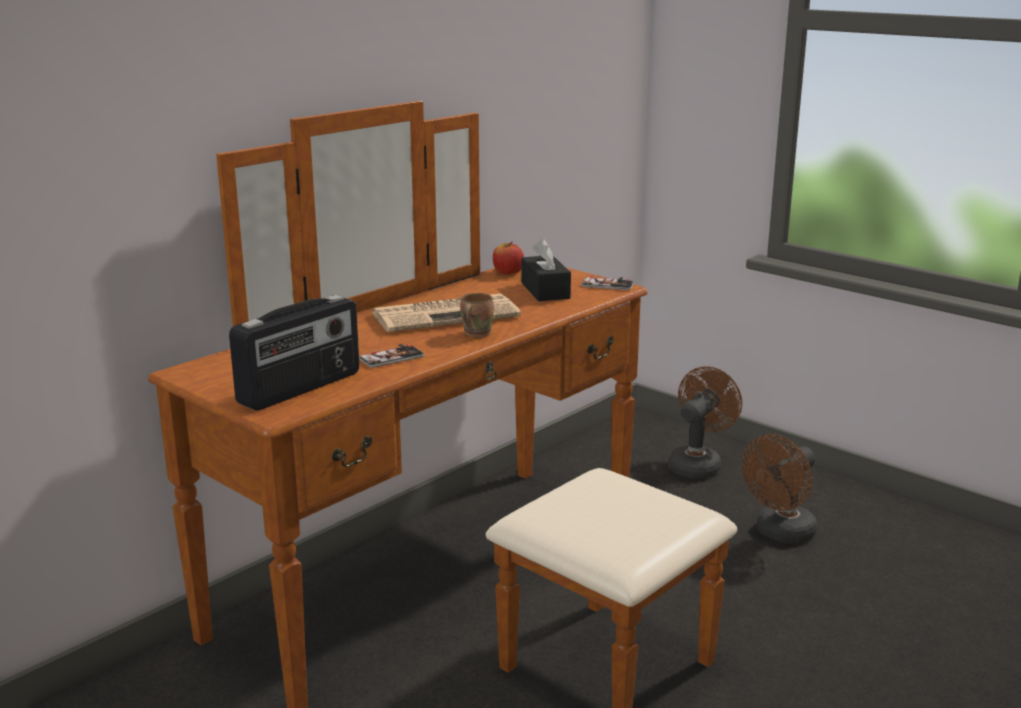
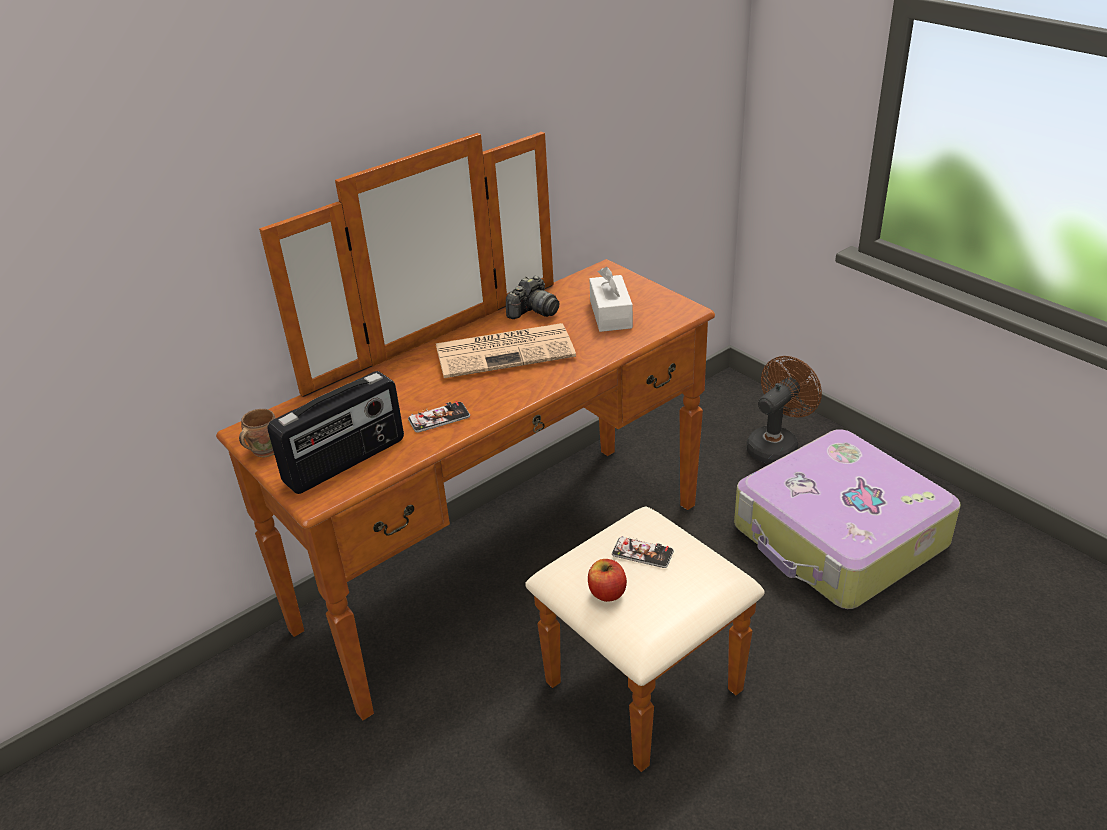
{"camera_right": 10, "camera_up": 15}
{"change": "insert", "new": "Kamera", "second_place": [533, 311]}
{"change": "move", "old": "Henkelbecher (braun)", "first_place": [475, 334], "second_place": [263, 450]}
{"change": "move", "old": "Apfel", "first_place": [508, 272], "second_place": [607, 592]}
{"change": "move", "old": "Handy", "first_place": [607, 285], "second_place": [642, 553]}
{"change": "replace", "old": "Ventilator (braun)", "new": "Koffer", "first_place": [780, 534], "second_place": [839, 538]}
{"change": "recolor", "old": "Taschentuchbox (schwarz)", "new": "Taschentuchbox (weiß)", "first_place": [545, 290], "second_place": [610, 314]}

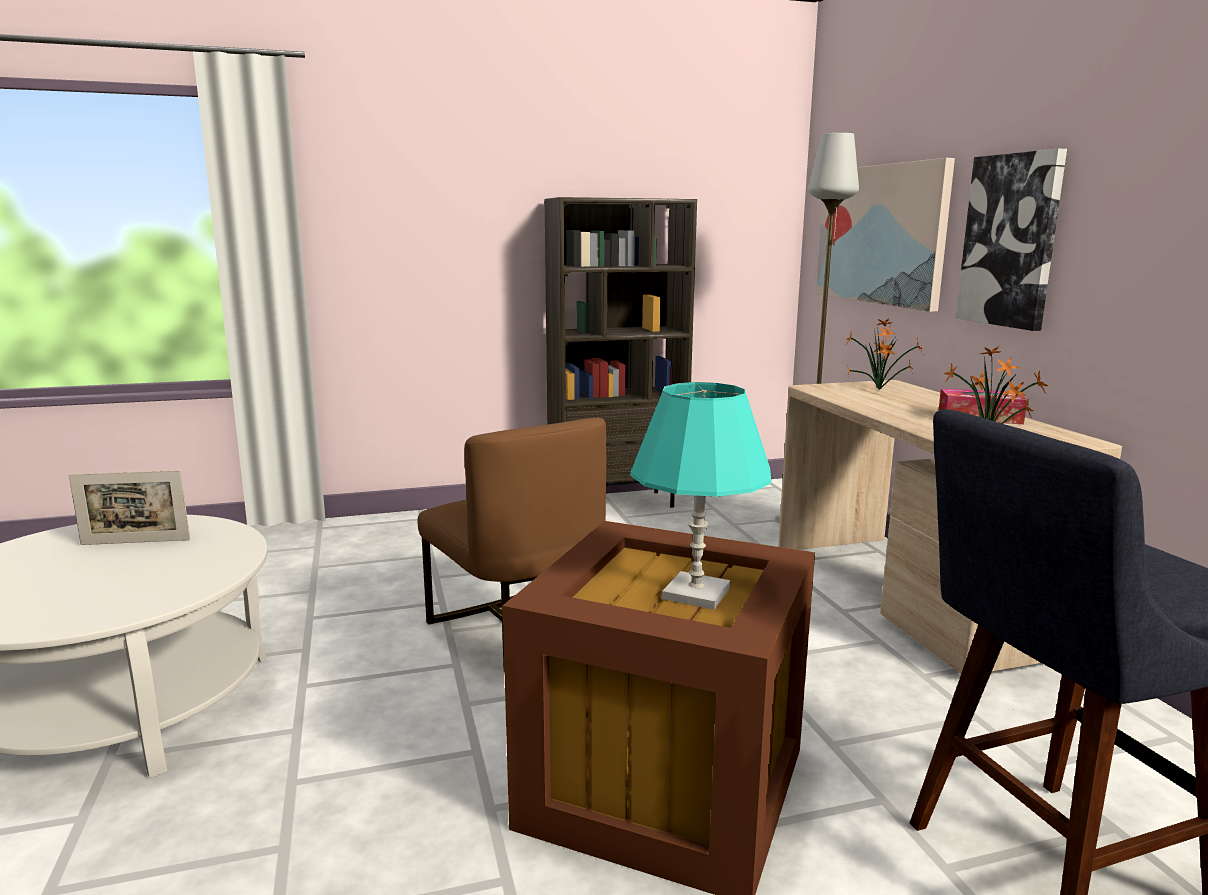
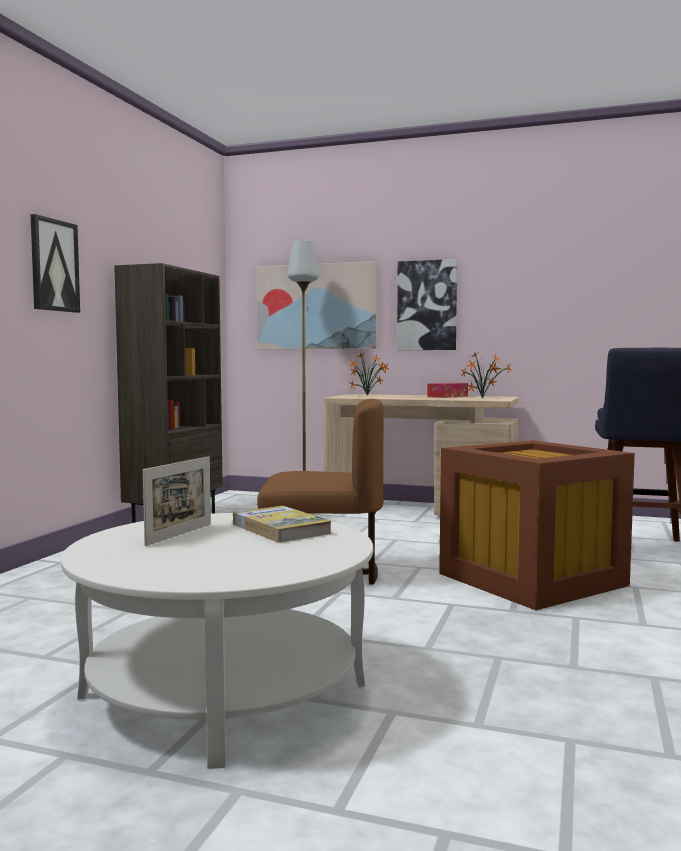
{"camera_right": -55, "camera_up": -10}
{"change": "delete", "old": "Tischlampe (türkis)", "first_place": [696, 593]}
{"change": "insert", "new": "Bild", "second_place": [54, 265]}
{"change": "insert", "new": "Buch", "second_place": [280, 528]}

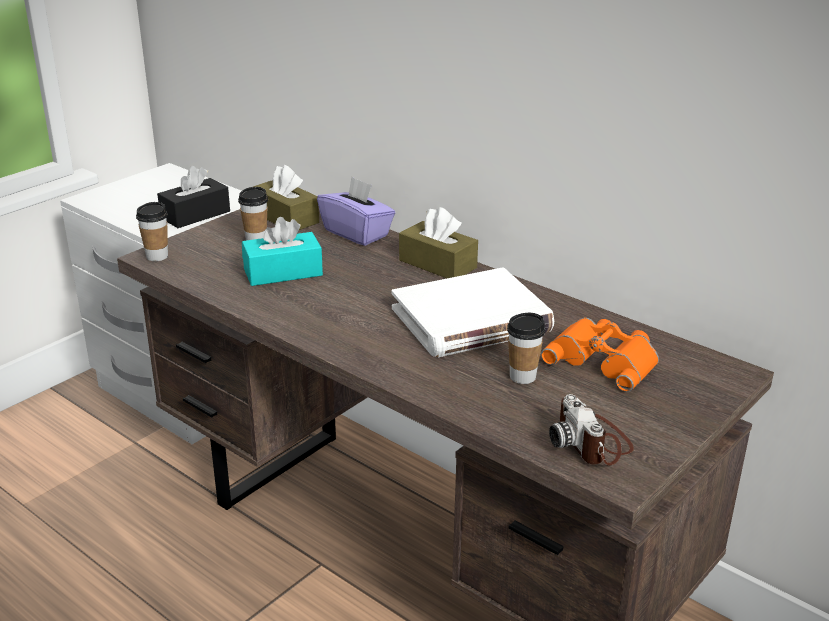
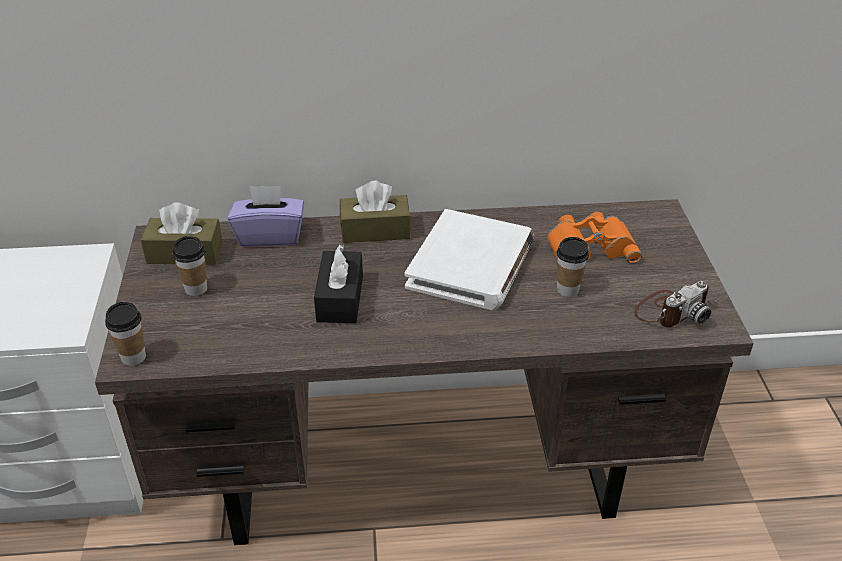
{"camera_right": -45, "camera_up": 10}
{"change": "delete", "old": "Taschentuchbox (türkis)", "first_place": [283, 272]}
{"change": "move", "old": "Taschentuchbox (schwarz)", "first_place": [195, 215], "second_place": [340, 298]}
{"change": "rotate", "old": "Kamera", "first_place": [592, 442], "second_place": [670, 311], "degrees": -60}

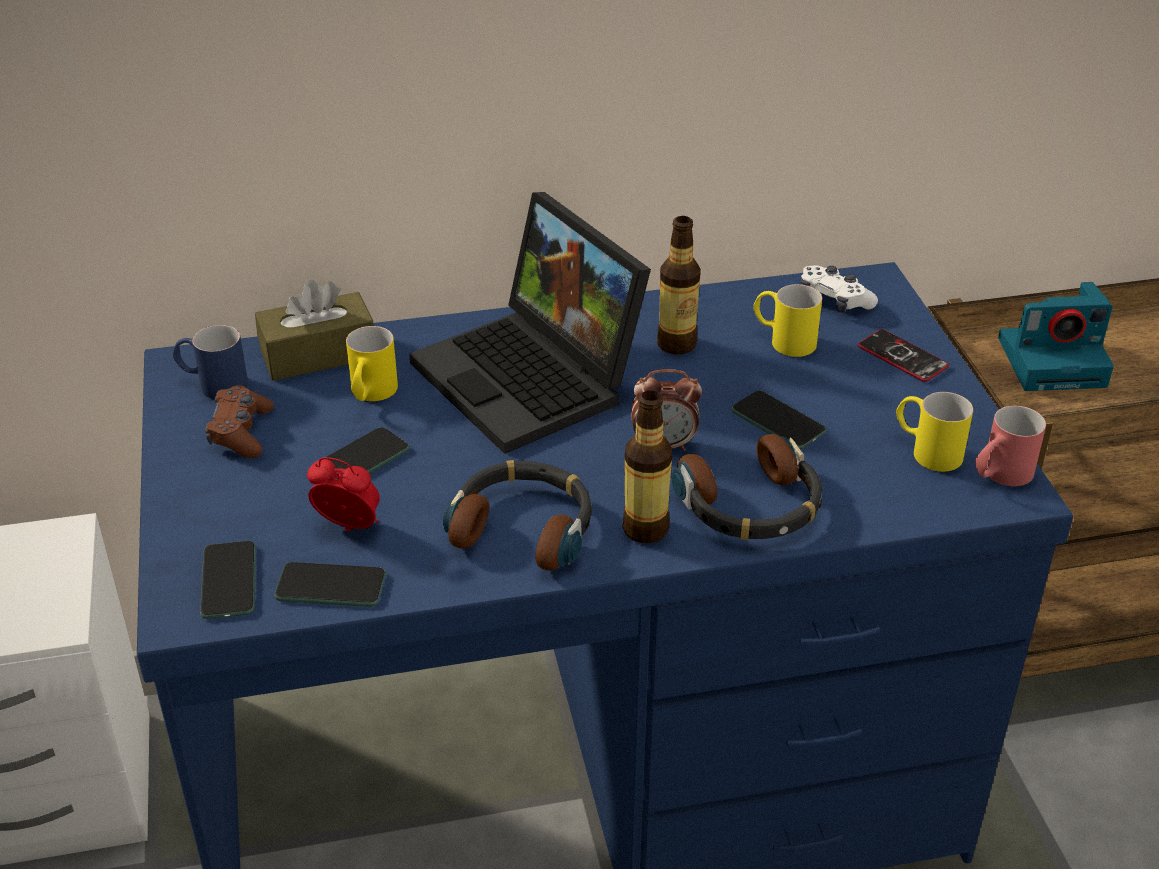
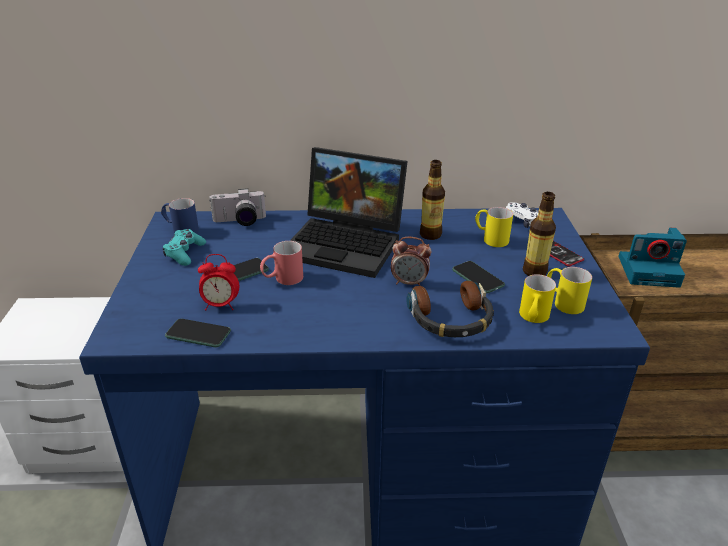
{"camera_right": 10, "camera_up": -5}
{"change": "delete", "old": "Handy", "first_place": [229, 581]}
{"change": "delete", "old": "Kopfhörer", "first_place": [524, 526]}
{"change": "move", "old": "Henkelbecher (gelb)", "first_place": [371, 395], "second_place": [533, 318]}
{"change": "move", "old": "Flasche", "first_place": [645, 529], "second_place": [534, 271]}
{"change": "move", "old": "Henkelbecher (rot)", "first_place": [999, 476], "second_place": [282, 279]}
{"change": "replace", "old": "Taschentuchbox (braun)", "new": "Kamera", "first_place": [318, 354], "second_place": [239, 222]}
{"change": "recolor", "old": "Gamepad (braun)", "new": "Gamepad (türkis)", "first_place": [241, 432], "second_place": [185, 253]}
{"change": "rotate", "old": "Wecker", "first_place": [349, 528], "second_place": [221, 305], "degrees": 150}
{"change": "rotate", "old": "Laptop", "first_place": [534, 378], "second_place": [348, 243], "degrees": -45}

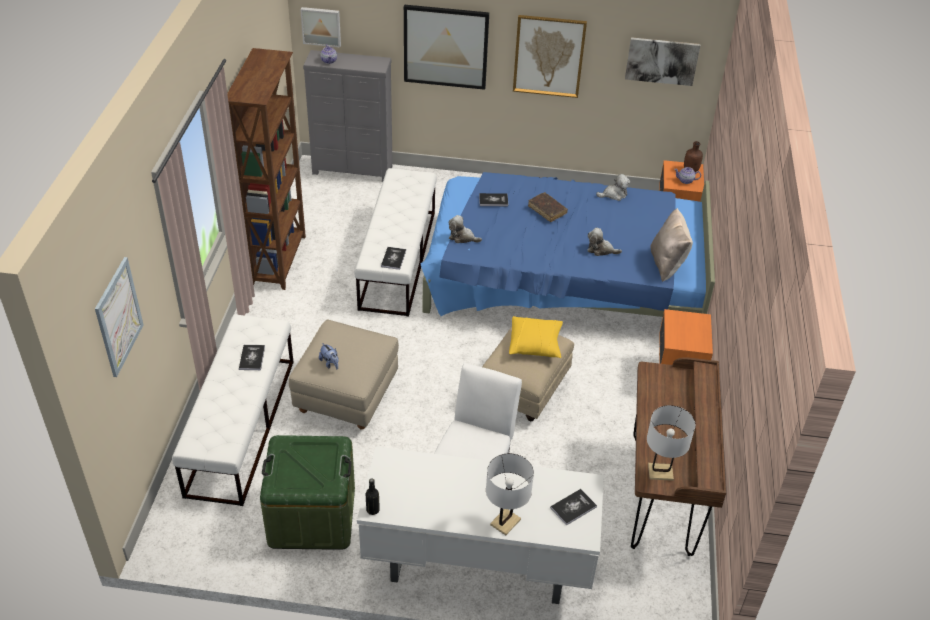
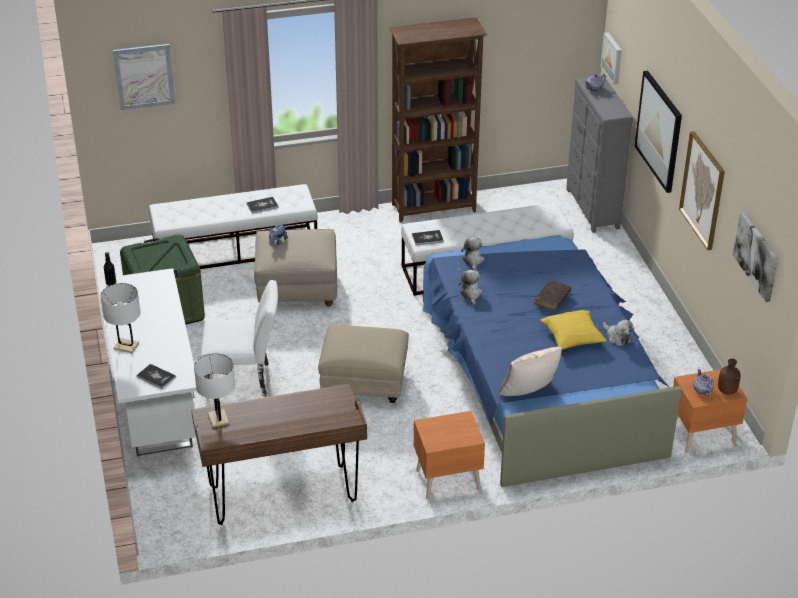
{"camera_right": 70, "camera_up": -5}
{"change": "delete", "old": "Buch", "first_place": [493, 200]}
{"change": "move", "old": "Kissen (gelb)", "first_place": [535, 344], "second_place": [572, 337]}
{"change": "move", "old": "Plüschtier", "first_place": [601, 250], "second_place": [471, 294]}

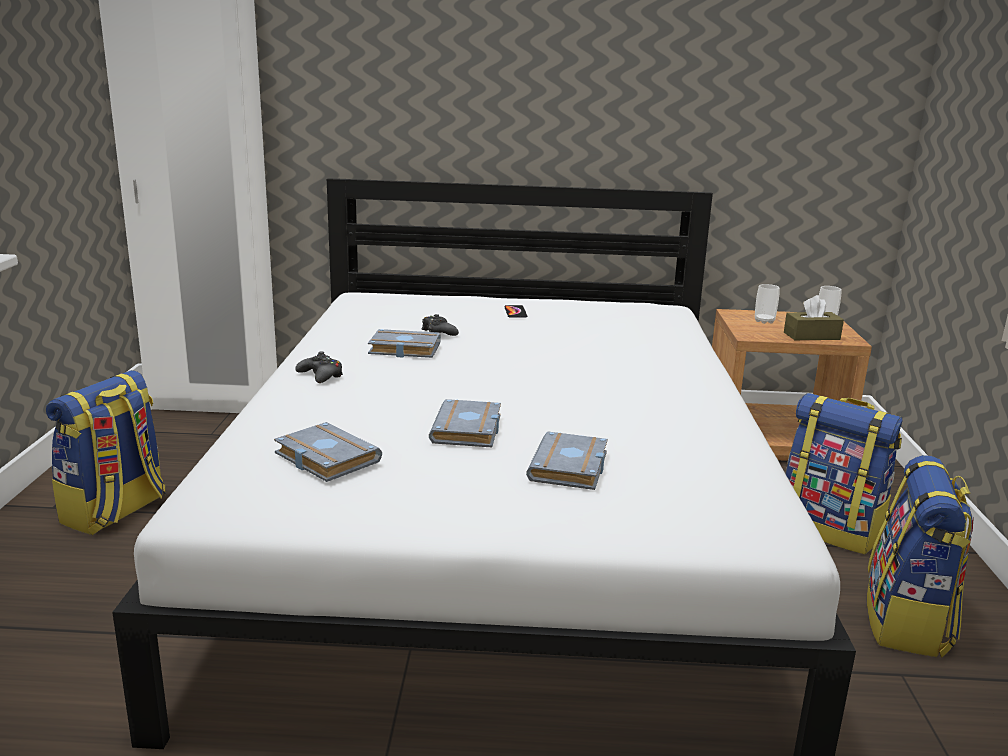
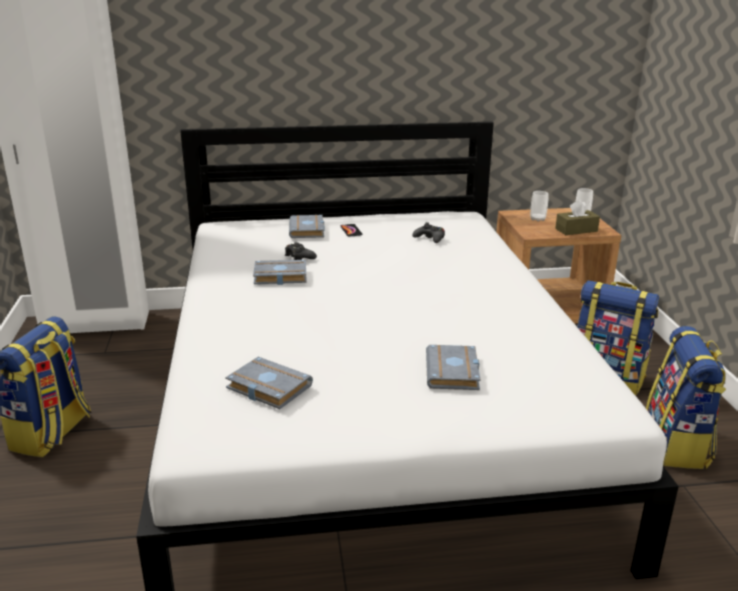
{"camera_right": -10, "camera_up": 5}
{"change": "move", "old": "Gamepad (schwarz)", "first_place": [321, 376], "second_place": [430, 238]}
{"change": "move", "old": "Buch (grau)", "first_place": [469, 431], "second_place": [308, 231]}

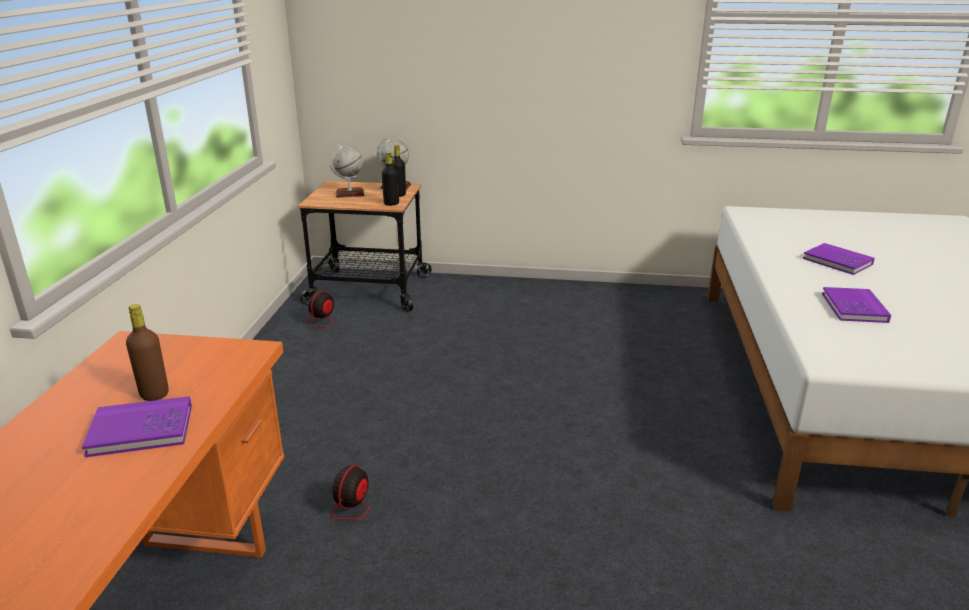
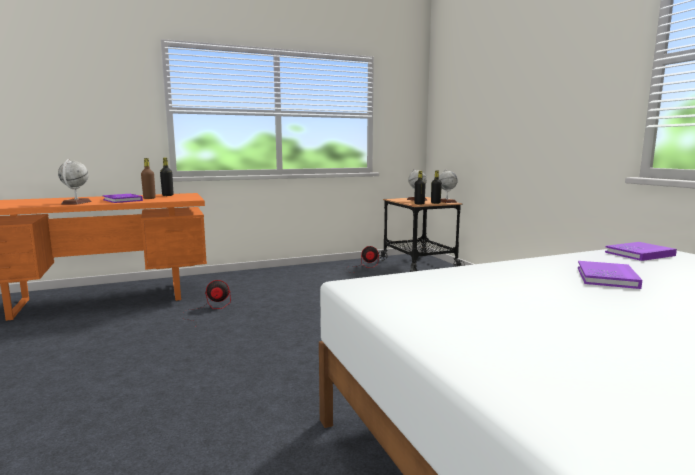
{"camera_right": 60, "camera_up": -15}
{"change": "insert", "new": "Globus", "second_place": [76, 203]}
{"change": "insert", "new": "Flasche (schwarz)", "second_place": [167, 195]}
{"change": "move", "old": "Buch (lila)", "first_place": [854, 308], "second_place": [639, 254]}

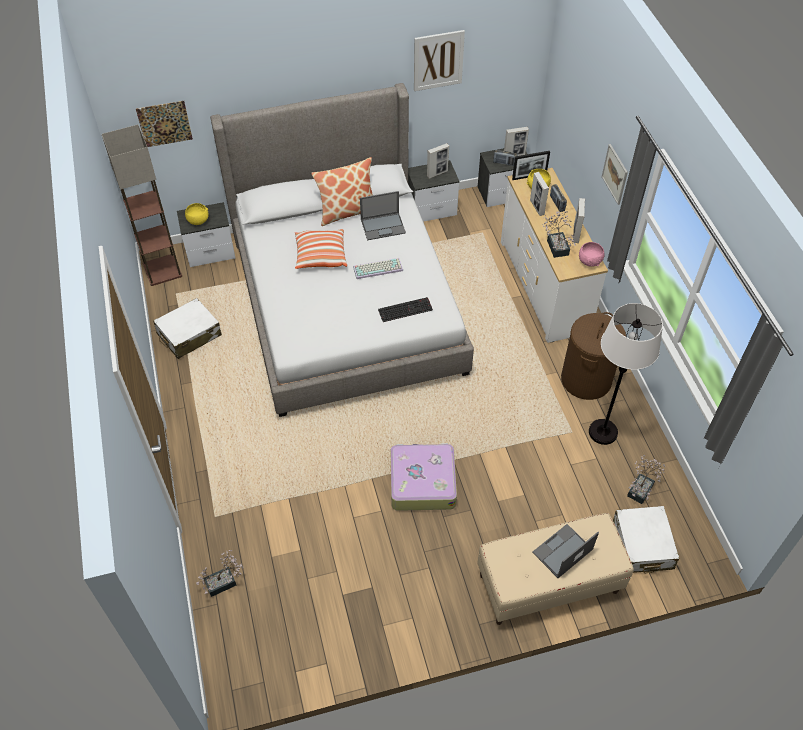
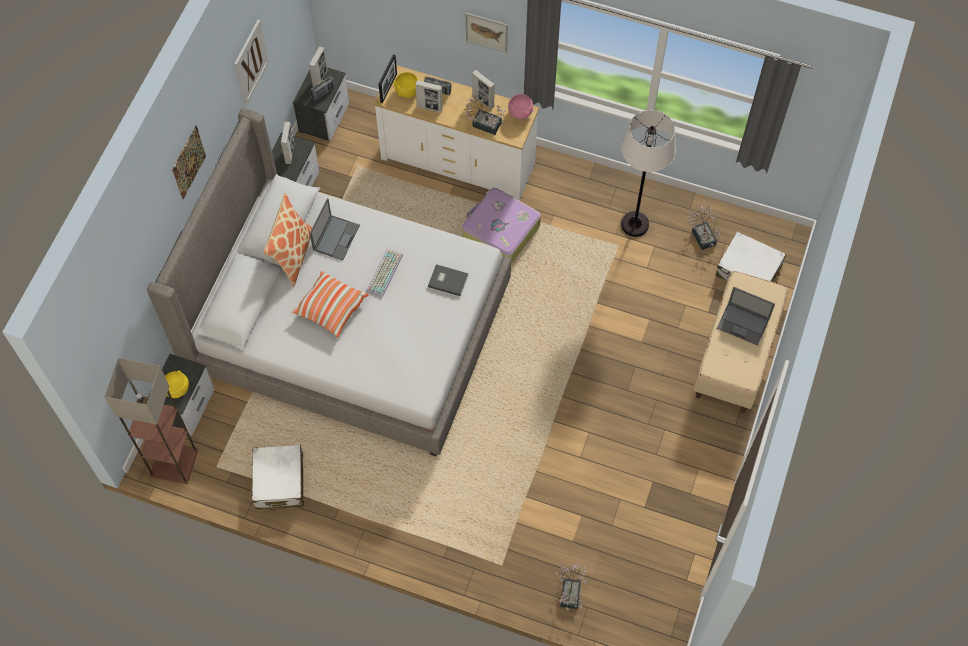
{"camera_right": -55, "camera_up": 10}
{"change": "delete", "old": "Wäschekorb (braun)", "first_place": [586, 380]}
{"change": "move", "old": "Bild", "first_place": [164, 123], "second_place": [188, 162]}
{"change": "move", "old": "Koffer", "first_place": [422, 482], "second_place": [500, 231]}
{"change": "replace", "old": "Tastatur", "new": "Buch (grau)", "first_place": [405, 309], "second_place": [447, 280]}
{"change": "rotate", "old": "Laptop", "first_place": [562, 551], "second_place": [743, 323], "degrees": -60}

